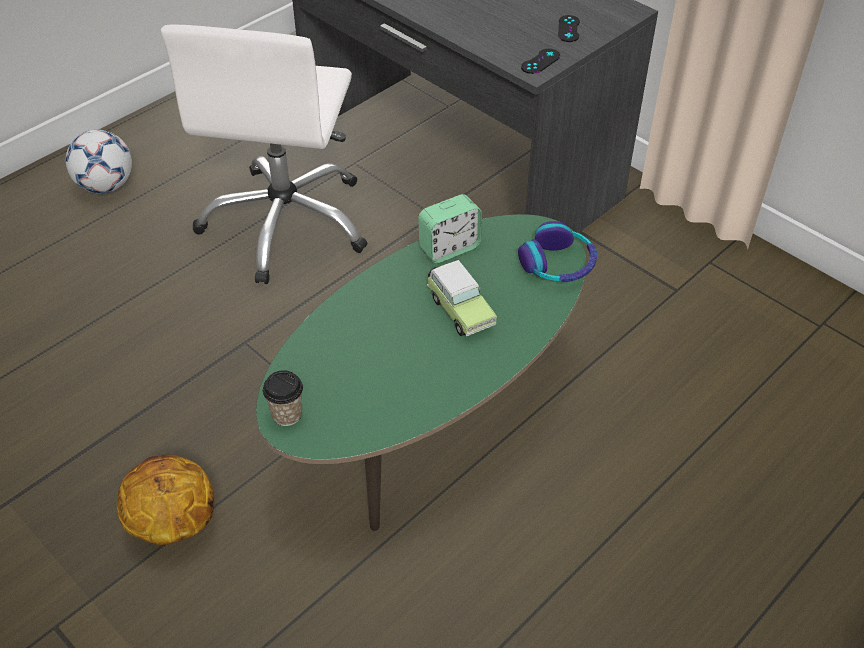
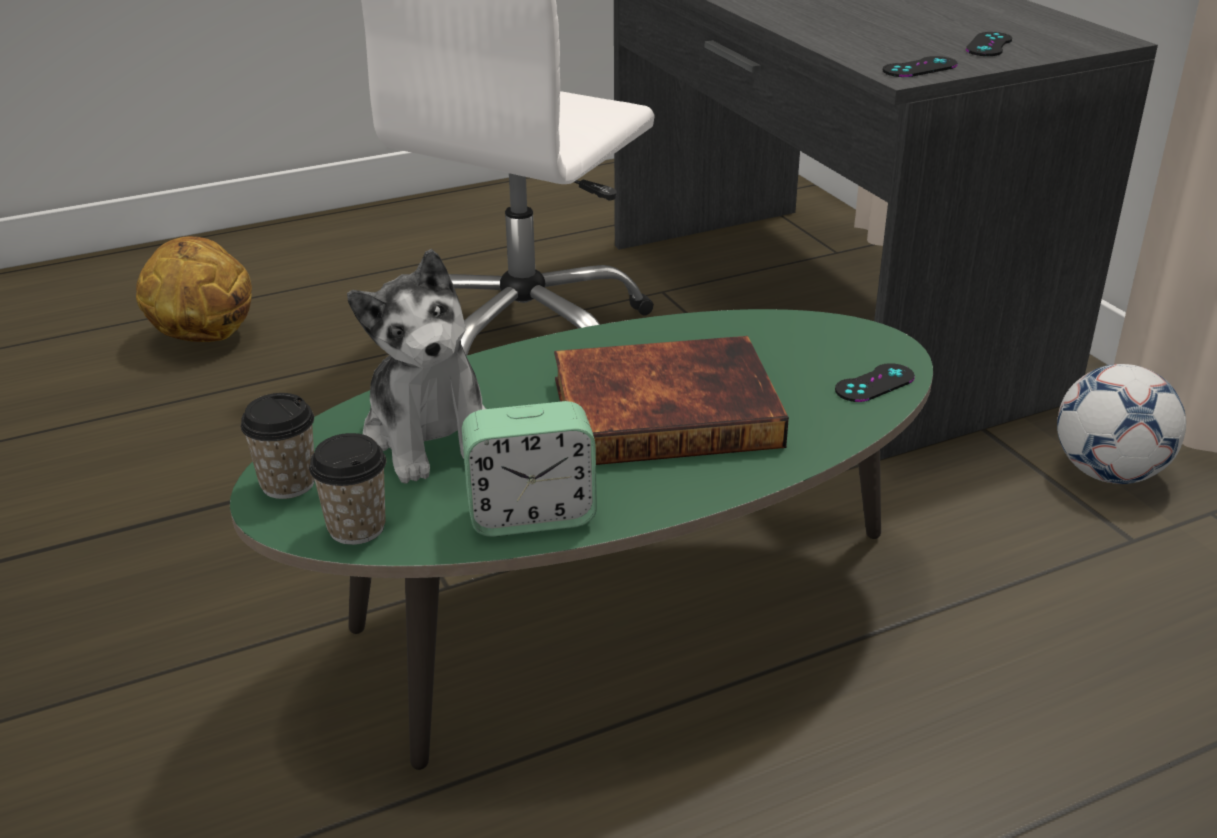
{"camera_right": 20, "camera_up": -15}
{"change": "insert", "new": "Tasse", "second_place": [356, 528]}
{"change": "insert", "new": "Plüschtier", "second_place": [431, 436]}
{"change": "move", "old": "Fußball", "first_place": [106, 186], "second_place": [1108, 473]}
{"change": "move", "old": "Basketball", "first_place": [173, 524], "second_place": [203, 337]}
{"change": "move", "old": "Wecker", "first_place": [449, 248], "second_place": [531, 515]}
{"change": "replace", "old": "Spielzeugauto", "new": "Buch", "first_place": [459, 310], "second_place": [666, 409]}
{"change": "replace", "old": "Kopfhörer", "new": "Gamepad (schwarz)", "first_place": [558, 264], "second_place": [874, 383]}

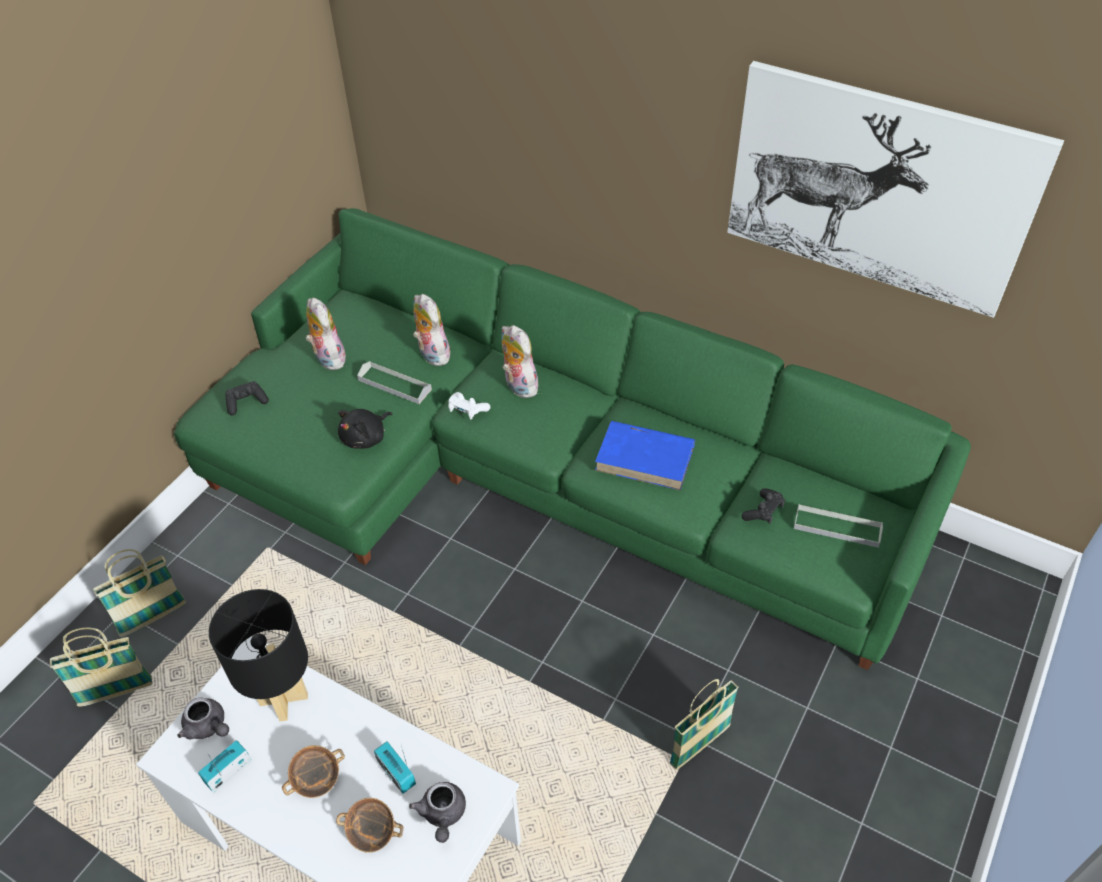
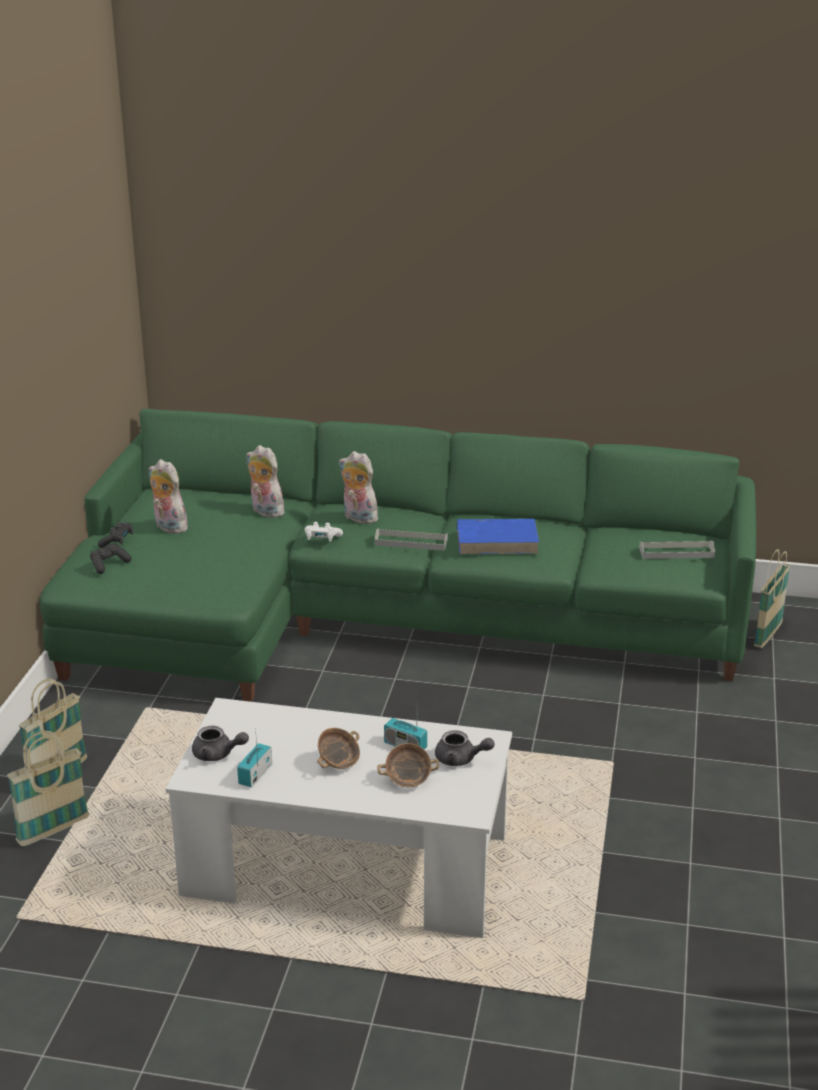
{"camera_right": -20, "camera_up": -20}
{"change": "delete", "old": "Tischlampe (schwarz)", "first_place": [283, 698]}
{"change": "delete", "old": "Plüschtier (schwarz)", "first_place": [366, 438]}
{"change": "delete", "old": "Bild", "first_place": [877, 189]}
{"change": "move", "old": "Tablett (grau)", "first_place": [394, 385], "second_place": [411, 542]}
{"change": "move", "old": "Korb", "first_place": [699, 745], "second_place": [768, 635]}
{"change": "move", "old": "Gamepad (schwarz)", "first_place": [763, 512], "second_place": [117, 541]}
{"change": "rotate", "old": "Teekanne (grau)", "first_place": [442, 815], "second_place": [460, 759], "degrees": -45}

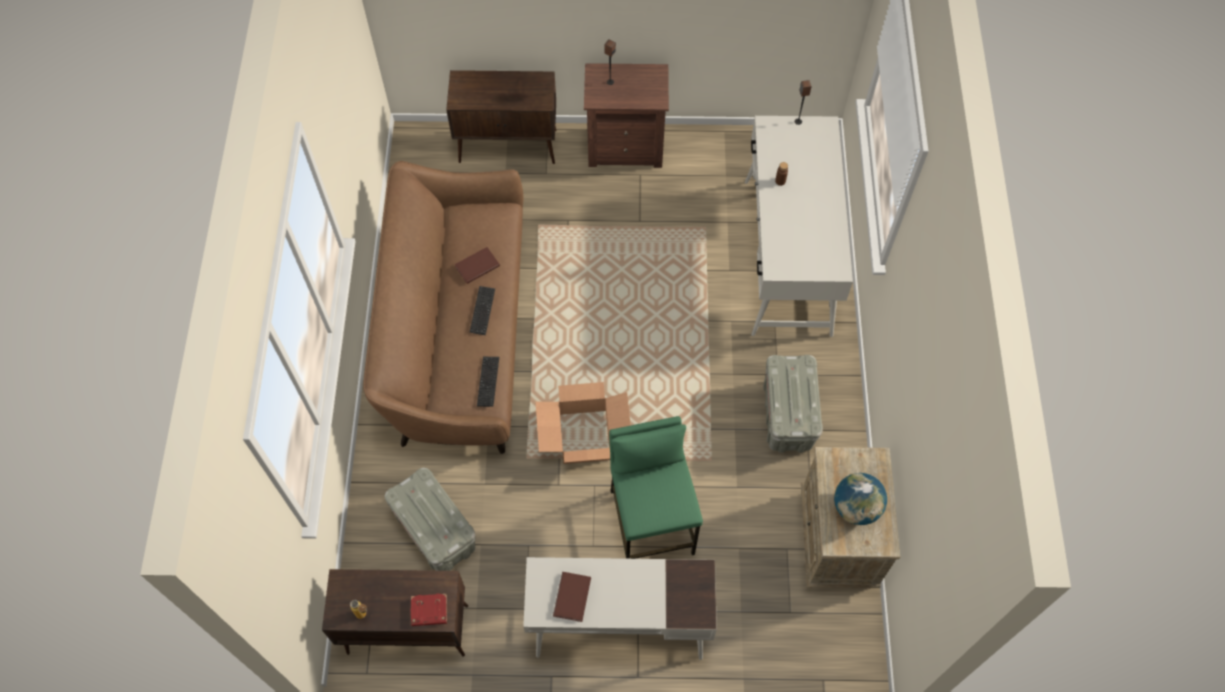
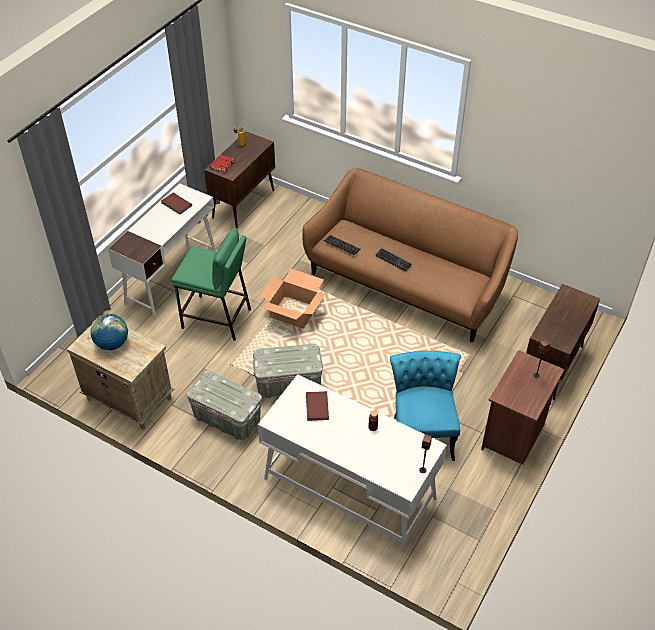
{"camera_right": 120, "camera_up": -15}
{"change": "insert", "new": "Stuhl (türkis)", "second_place": [421, 431]}
{"change": "move", "old": "Aufbewahrungsbox (grau)", "first_place": [435, 531], "second_place": [289, 383]}
{"change": "move", "old": "Buch (braun)", "first_place": [476, 266], "second_place": [318, 406]}

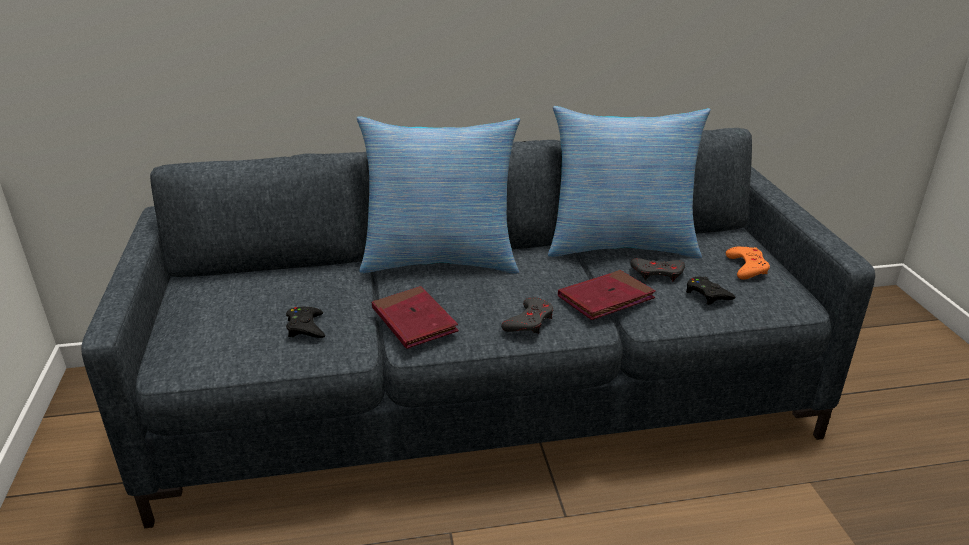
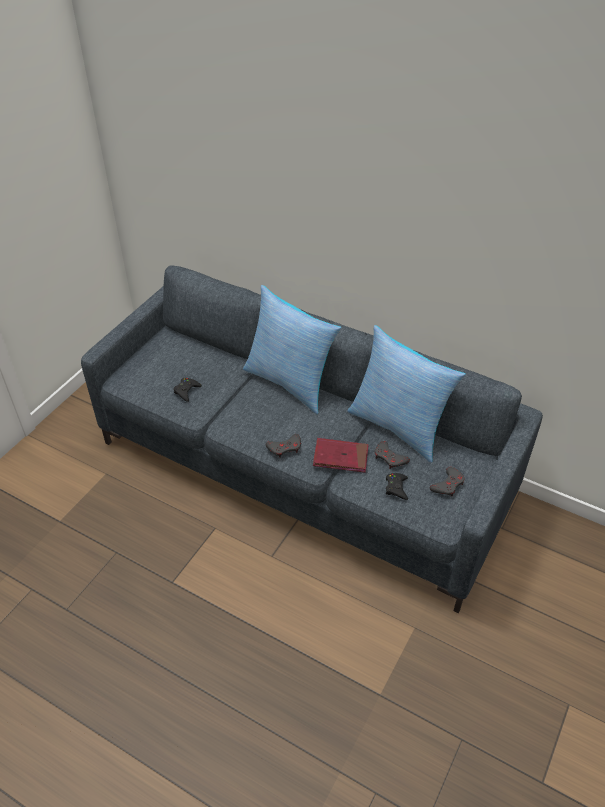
{"camera_right": 40, "camera_up": 15}
{"change": "delete", "old": "Buch (rot)", "first_place": [414, 321]}
{"change": "recolor", "old": "Gamepad (orange)", "new": "Gamepad (grau)", "first_place": [747, 267], "second_place": [448, 484]}

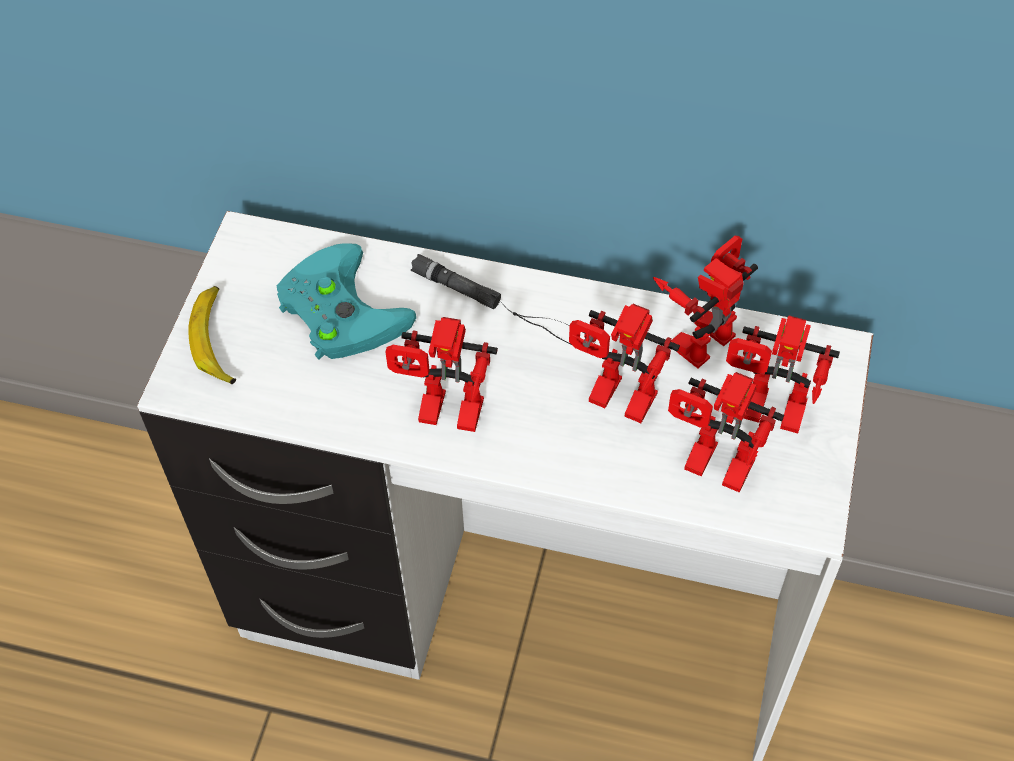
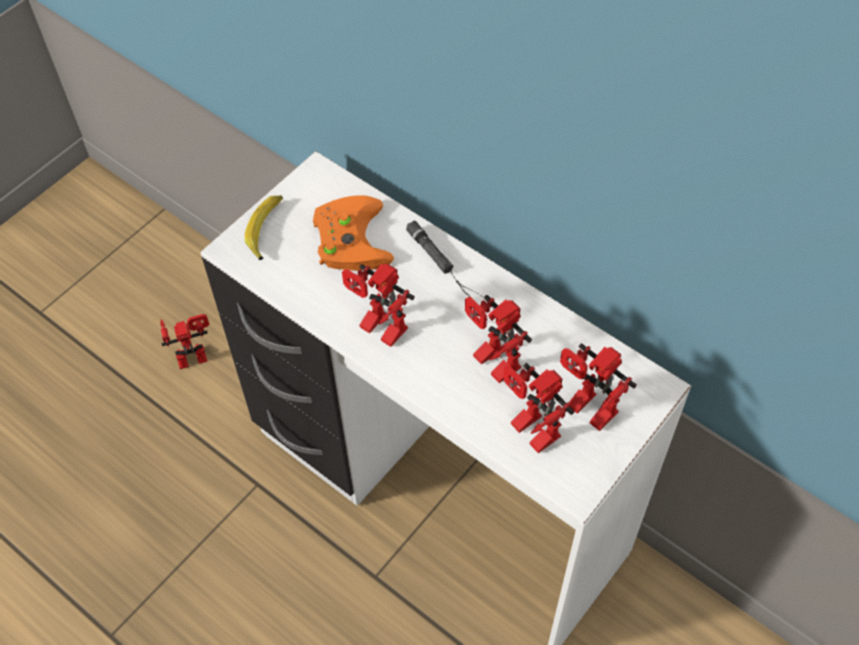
{"camera_right": 25, "camera_up": 0}
{"change": "move", "old": "Spielzeugroboter", "first_place": [698, 333], "second_place": [193, 353]}
{"change": "recolor", "old": "Gamepad (türkis)", "new": "Gamepad (orange)", "first_place": [336, 309], "second_place": [348, 237]}

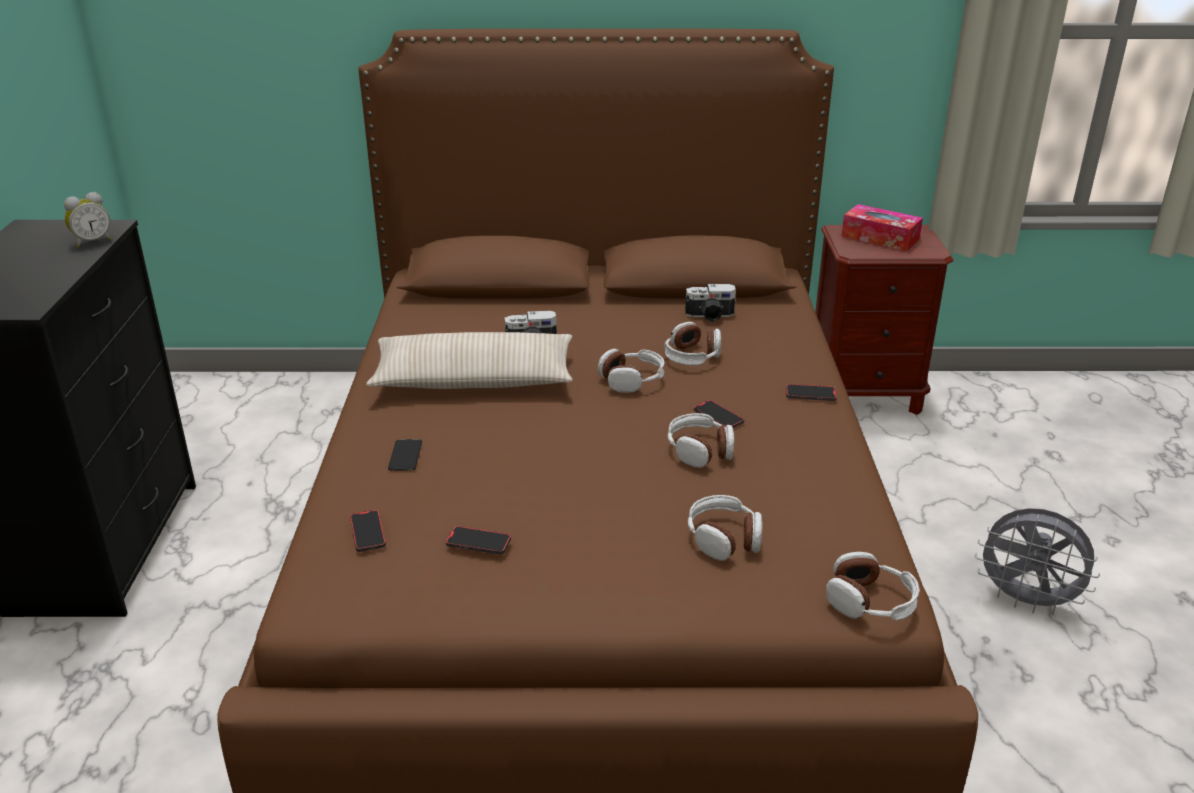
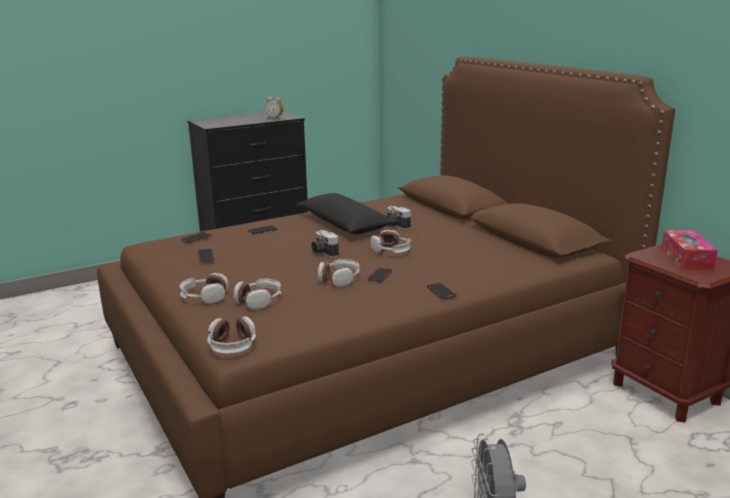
{"camera_right": 60, "camera_up": -10}
{"change": "move", "old": "Kopfhörer", "first_place": [692, 356], "second_place": [204, 297]}
{"change": "move", "old": "Kamera", "first_place": [710, 316], "second_place": [323, 252]}
{"change": "recolor", "old": "Kissen (beige)", "new": "Kissen (schwarz)", "first_place": [474, 379], "second_place": [344, 224]}

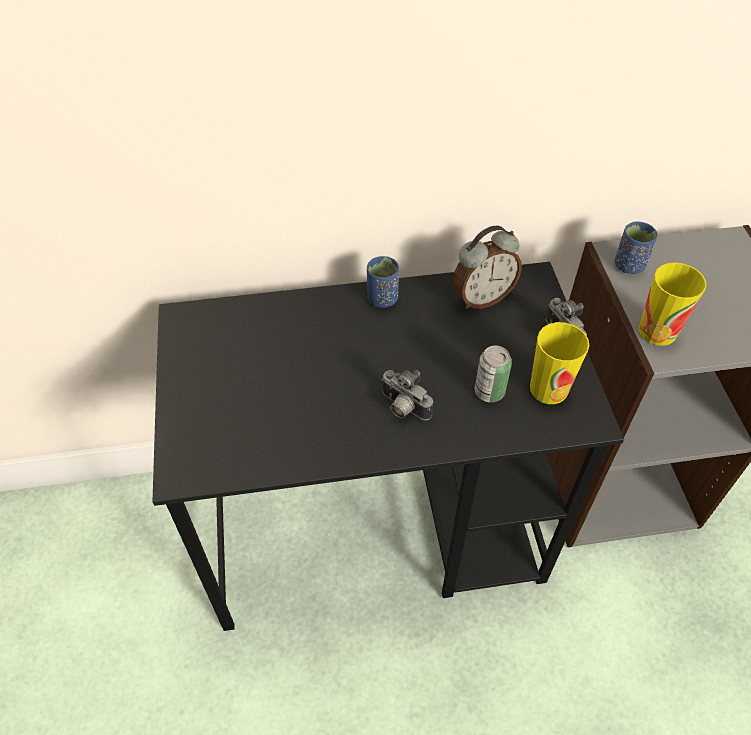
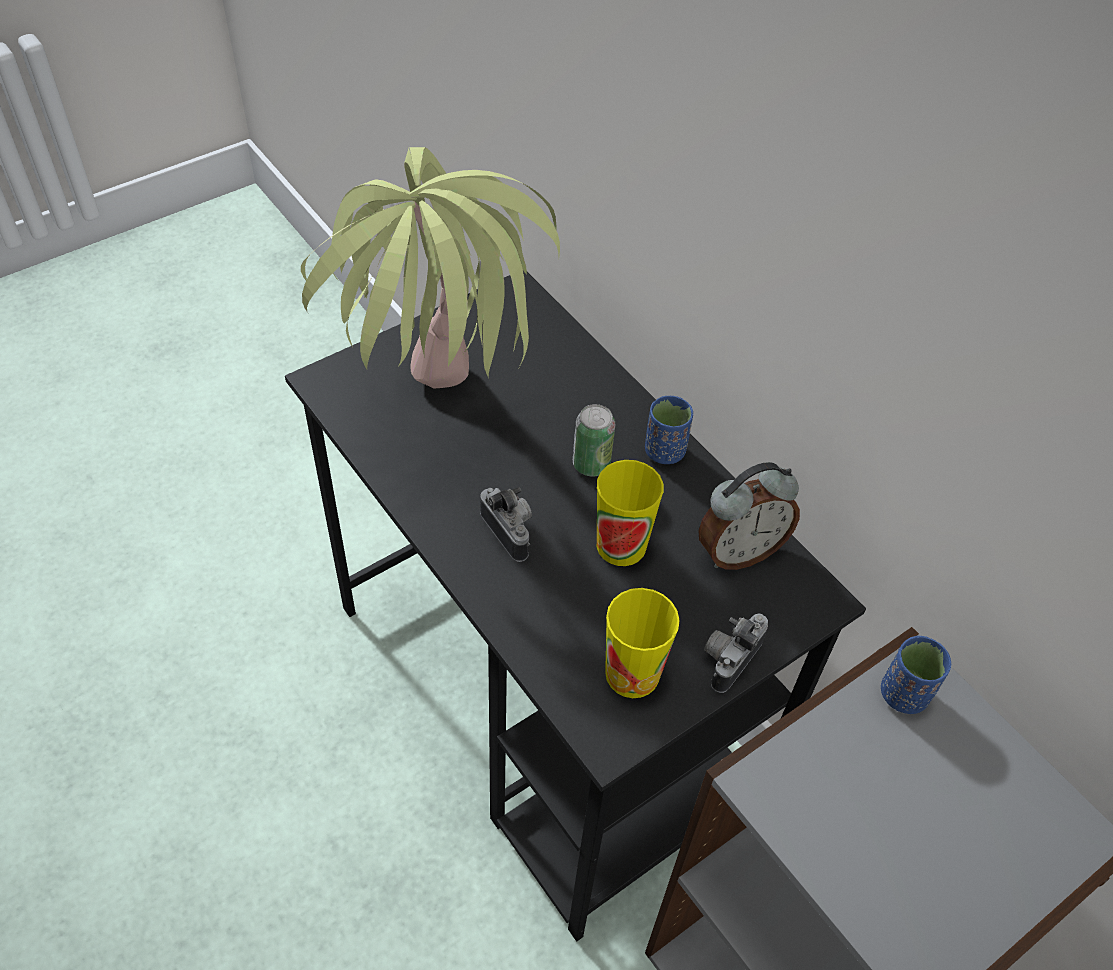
{"camera_right": 60, "camera_up": 0}
{"change": "insert", "new": "Topfpflanze", "second_place": [438, 427]}
{"change": "move", "old": "Dose", "first_place": [489, 392], "second_place": [591, 464]}
{"change": "move", "old": "Tasse", "first_place": [657, 331], "second_place": [621, 545]}
{"change": "rotate", "old": "Kamera", "first_place": [403, 408], "second_place": [511, 532], "degrees": 135}
{"change": "rotate", "old": "Wecker", "first_place": [482, 297], "second_place": [739, 551], "degrees": -60}

